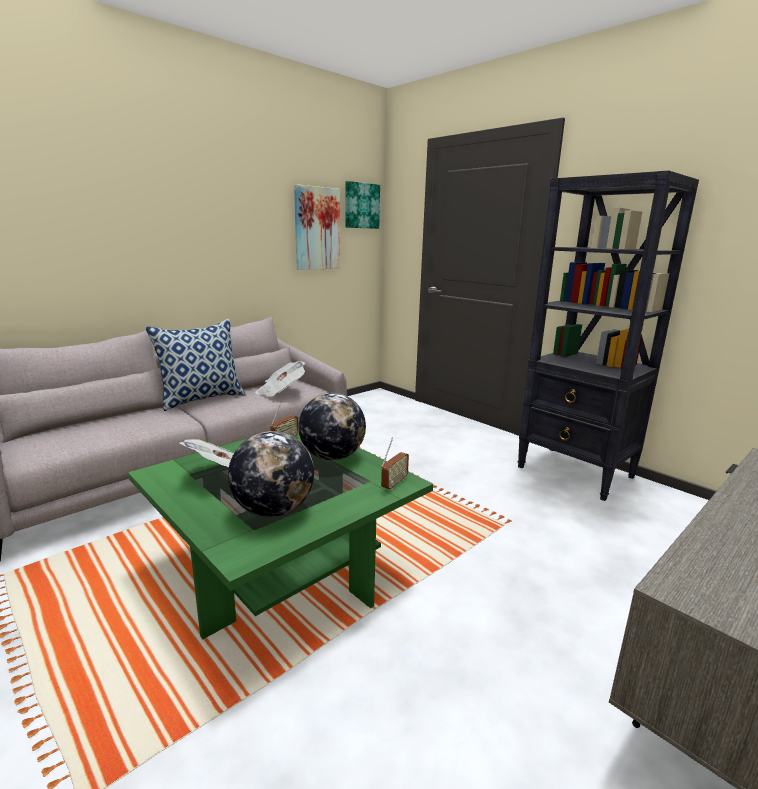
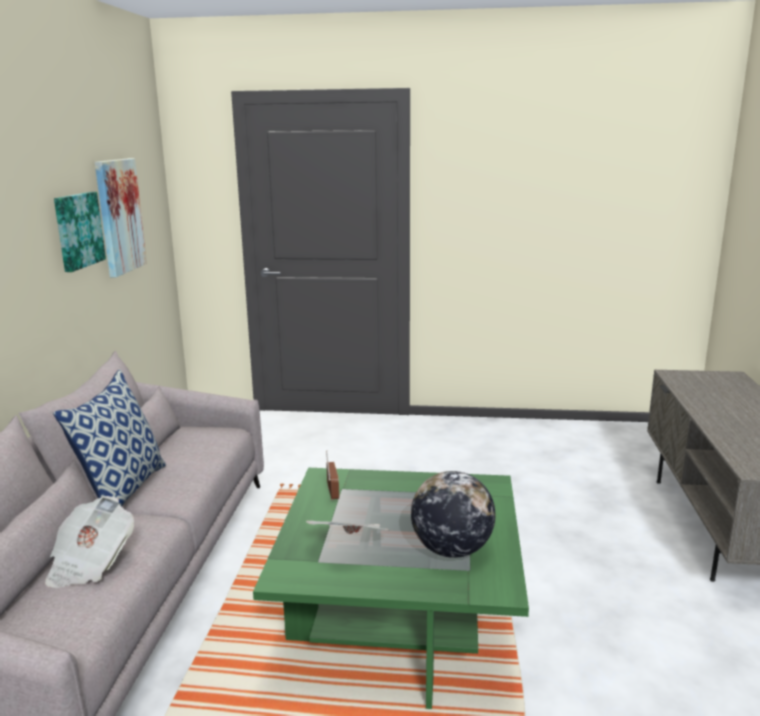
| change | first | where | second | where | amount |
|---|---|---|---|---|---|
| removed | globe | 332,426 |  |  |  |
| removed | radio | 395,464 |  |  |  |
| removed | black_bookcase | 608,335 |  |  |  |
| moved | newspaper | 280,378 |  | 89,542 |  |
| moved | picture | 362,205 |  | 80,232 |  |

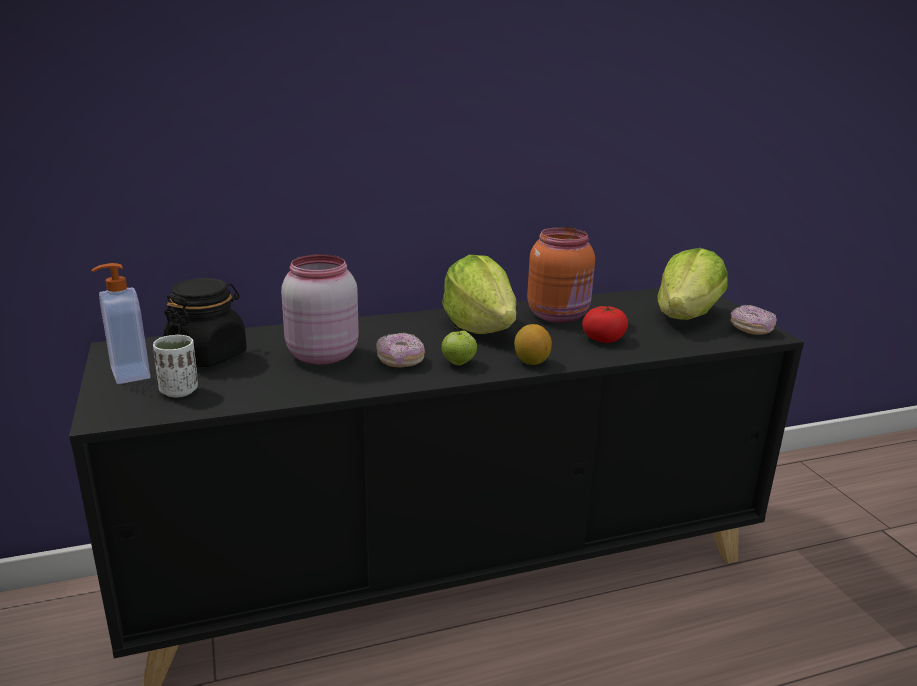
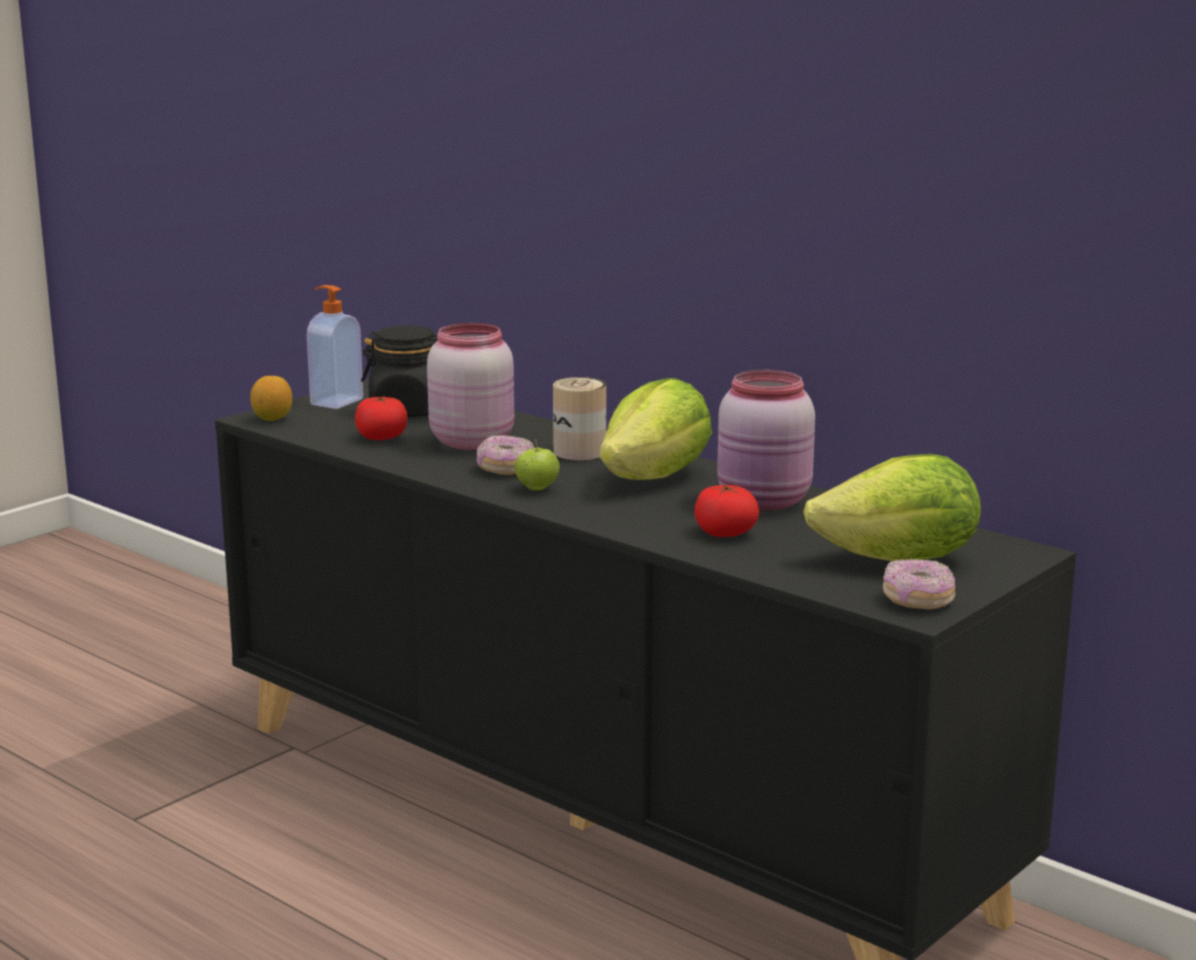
| change | first | where | second | where | amount |
|---|---|---|---|---|---|
| removed | white_cup | 175,366 |  |  |  |
| added |  |  | tomato | 381,418 |  |
| added |  |  | can | 579,418 |  |
| moved | lemon | 533,344 |  | 271,398 |  |
| recoloured | orange_jar | 561,275 | pink_jar | 766,440 |  |

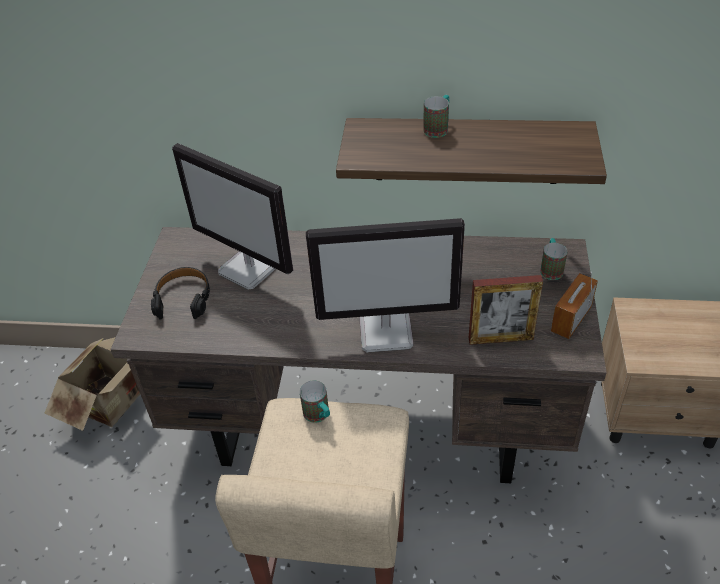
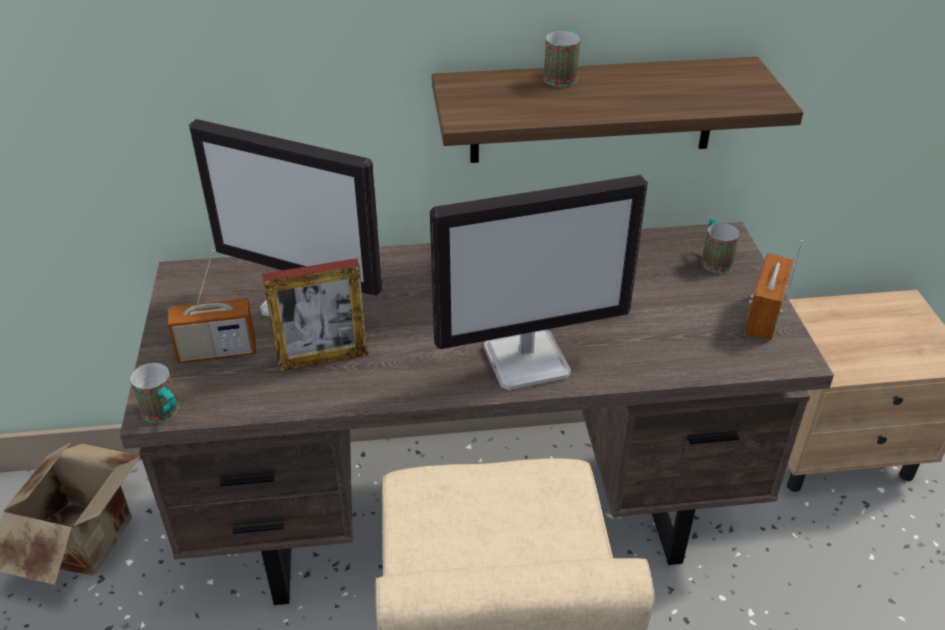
| change | first | where | second | where | amount |
|---|---|---|---|---|---|
| moved | mug | 315,401 |  | 155,393 |  |
| moved | picture_frame | 506,310 |  | 315,314 |  |
| replaced | black_headphones | 180,293 | radio | 211,307 |  |

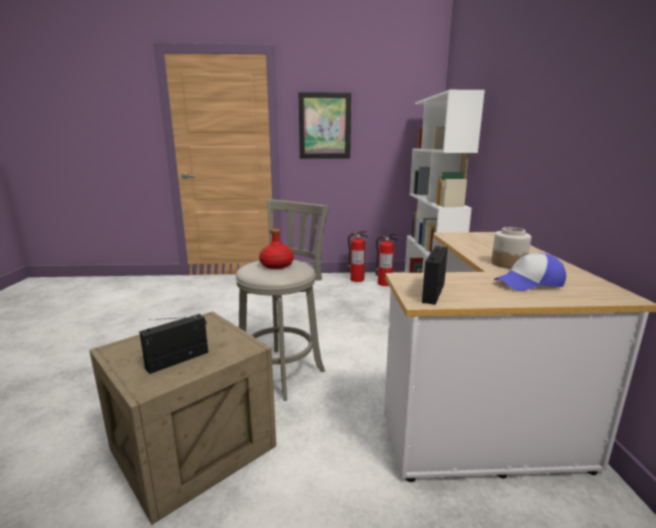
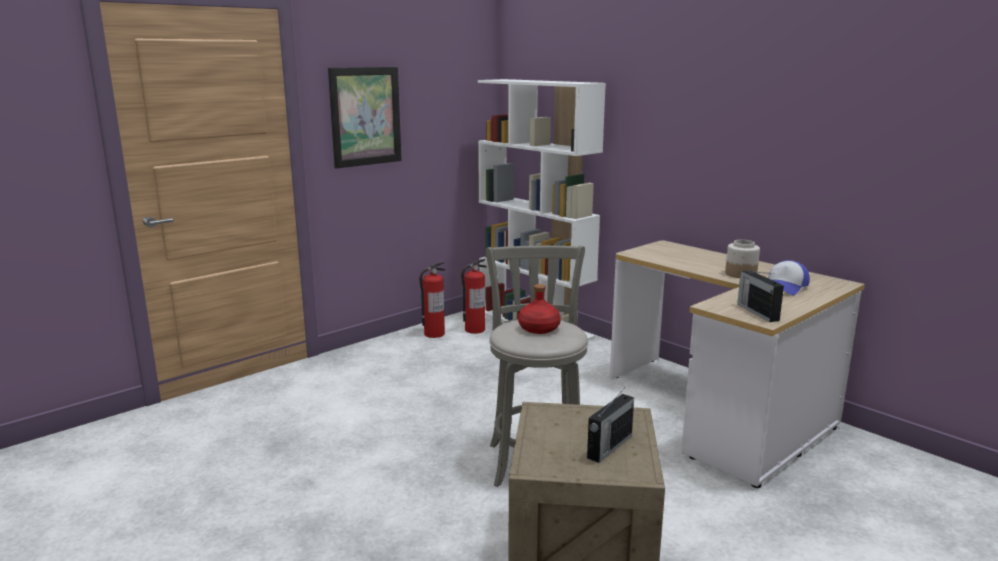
| change | first | where | second | where | amount |
|---|---|---|---|---|---|
| turned | radio | 173,344 |  | 610,426 | 150 degrees counterclockwise |

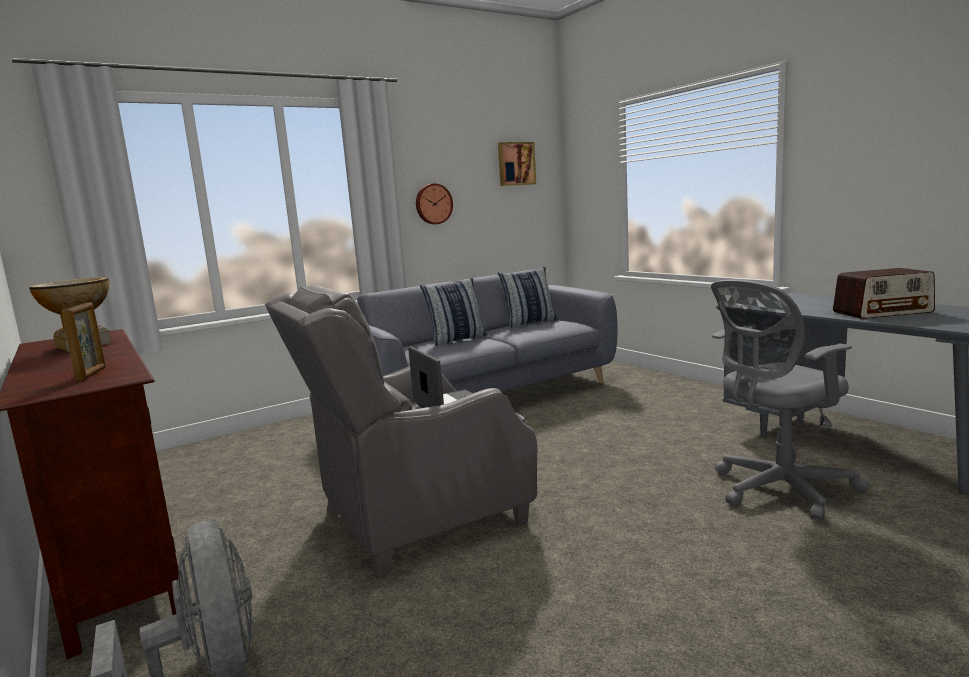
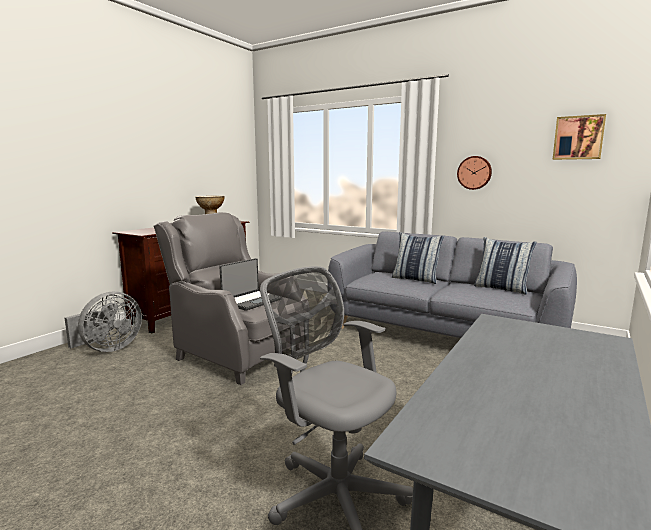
| change | first | where | second | where | amount |
|---|---|---|---|---|---|
| removed | picture_frame | 83,341 |  |  |  |
| removed | radio | 884,293 |  |  |  |

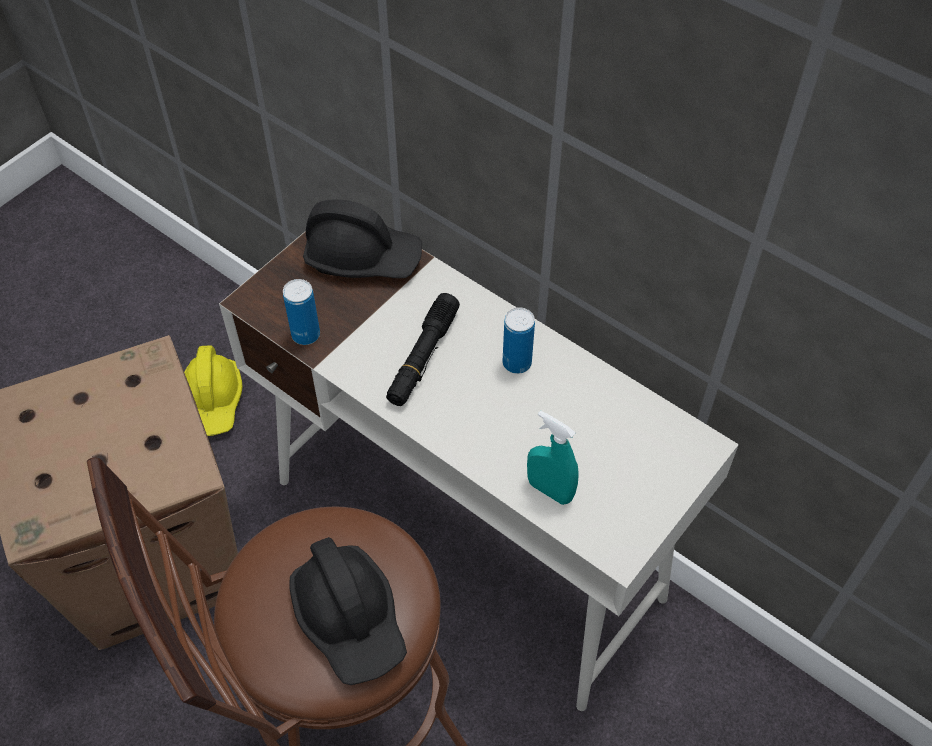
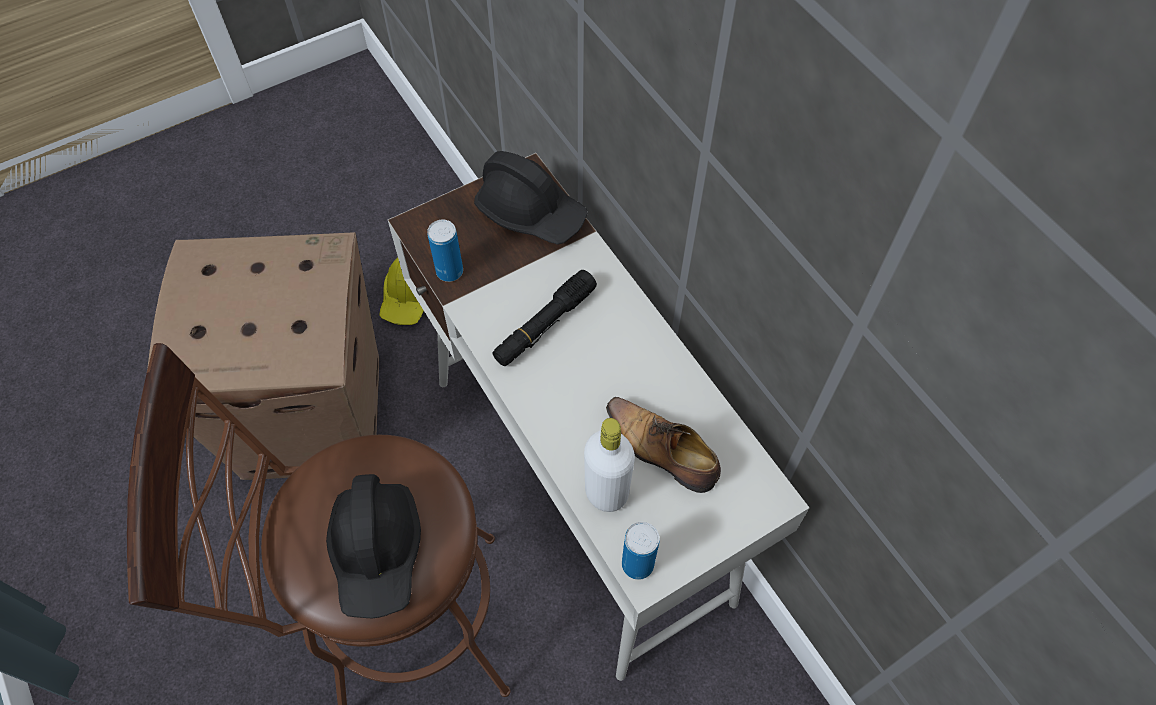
| change | first | where | second | where | amount |
|---|---|---|---|---|---|
| added |  |  | shoe | 663,445 |  |
| moved | can | 518,340 |  | 641,551 |  |
| replaced | turquoise_spray_bottle | 553,458 | white_bottle | 609,465 |  |

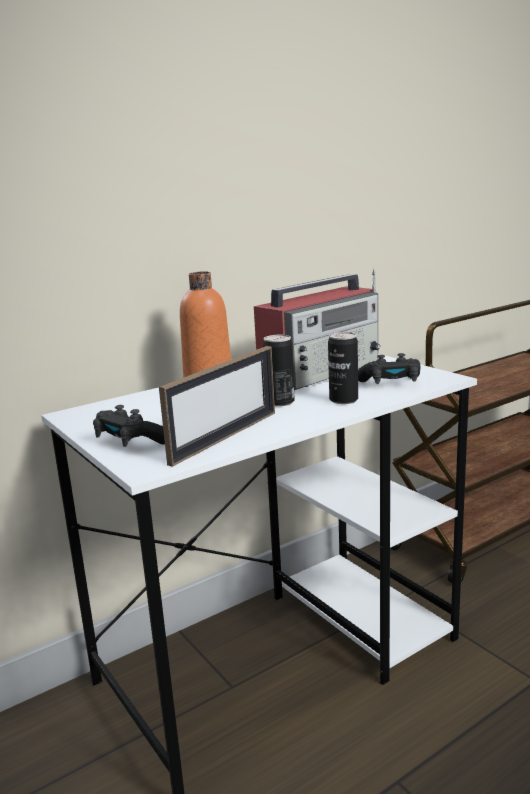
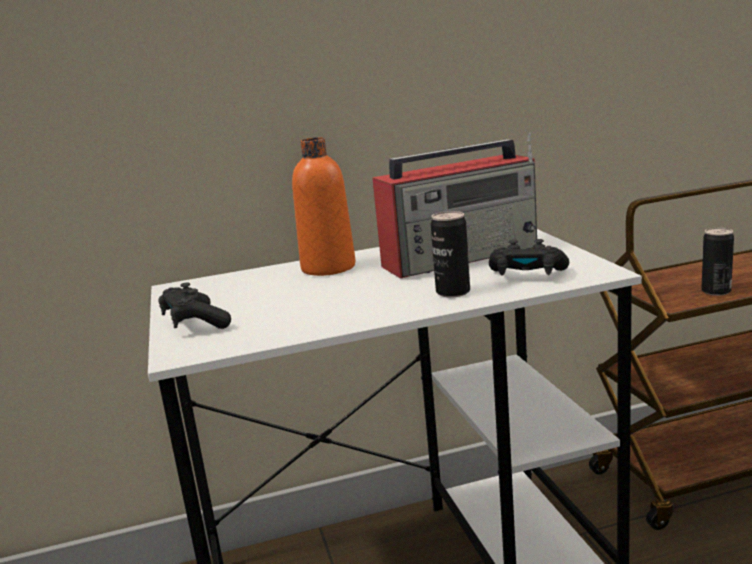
| change | first | where | second | where | amount |
|---|---|---|---|---|---|
| removed | picture_frame | 217,406 |  |  |  |
| moved | can | 279,370 |  | 717,262 |  |

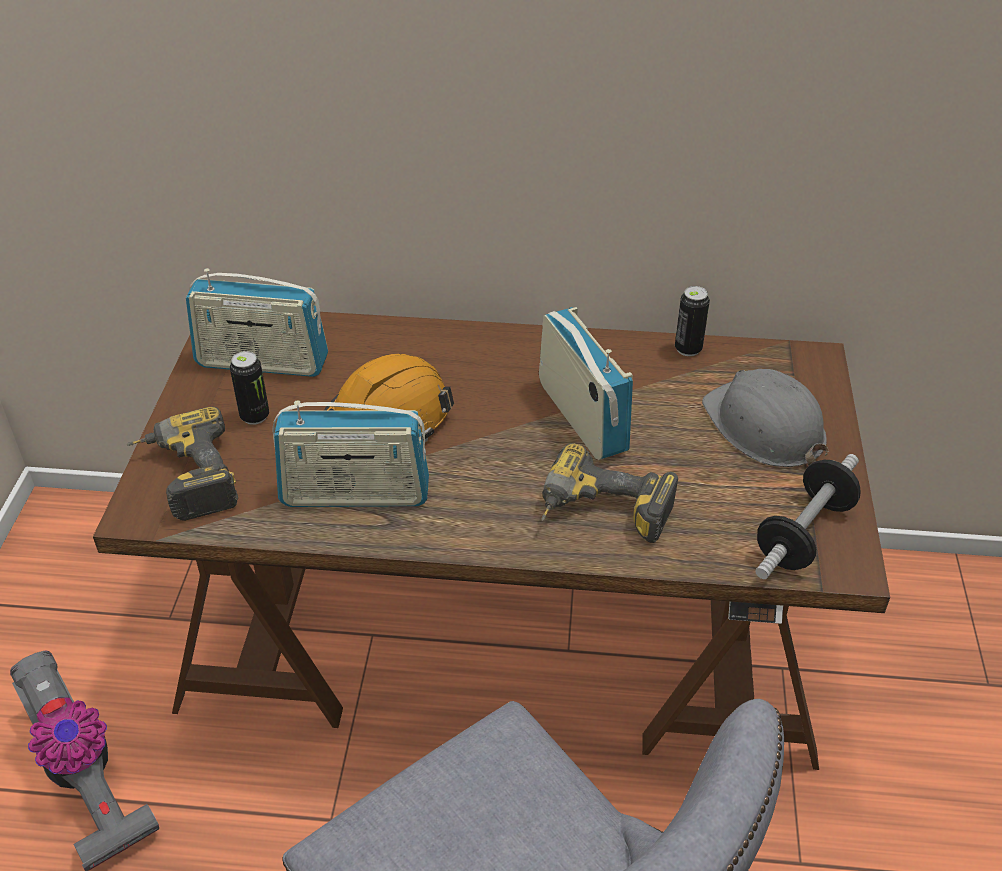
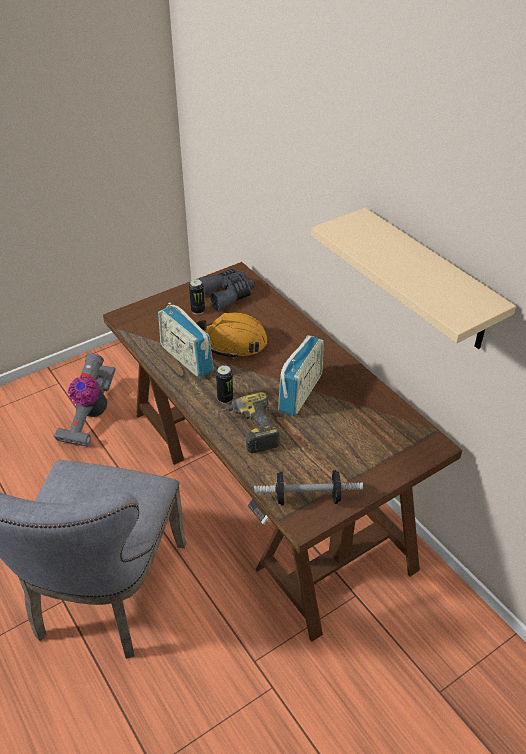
| change | first | where | second | where | amount |
|---|---|---|---|---|---|
| removed | power_drill | 182,464 |  |  |  |
| removed | grey_hard_hat | 765,418 |  |  |  |
| added |  |  | beige_shelf | 413,278 |  |
| moved | can | 692,321 |  | 224,384 |  |
| replaced | radio | 257,322 | grey_binoculars | 226,290 |  |

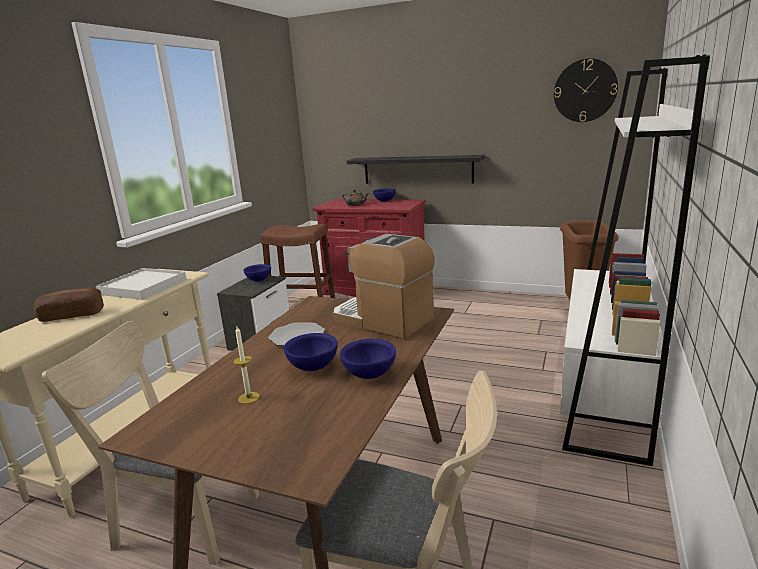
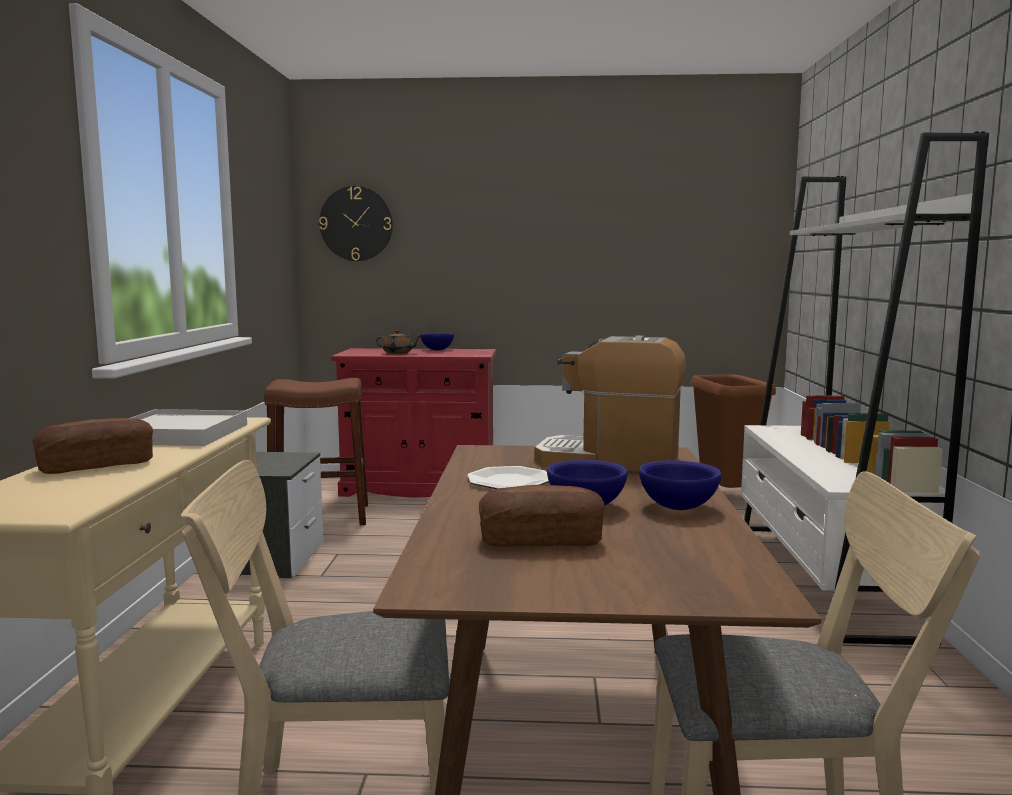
| change | first | where | second | where | amount |
|---|---|---|---|---|---|
| removed | blue_bowl | 257,273 |  |  |  |
| removed | black_shelf | 416,169 |  |  |  |
| moved | wall_clock | 586,90 |  | 356,223 |  |
| replaced | candle | 246,365 | bread | 542,516 |  |

